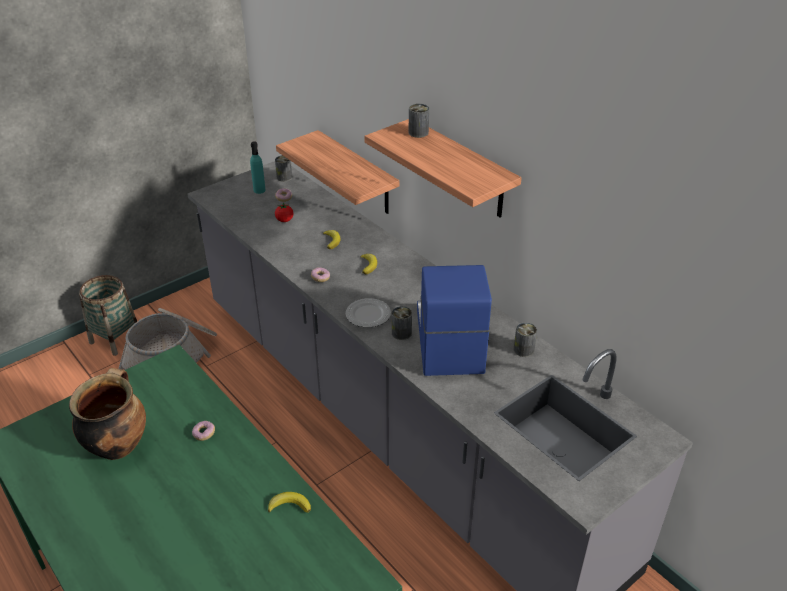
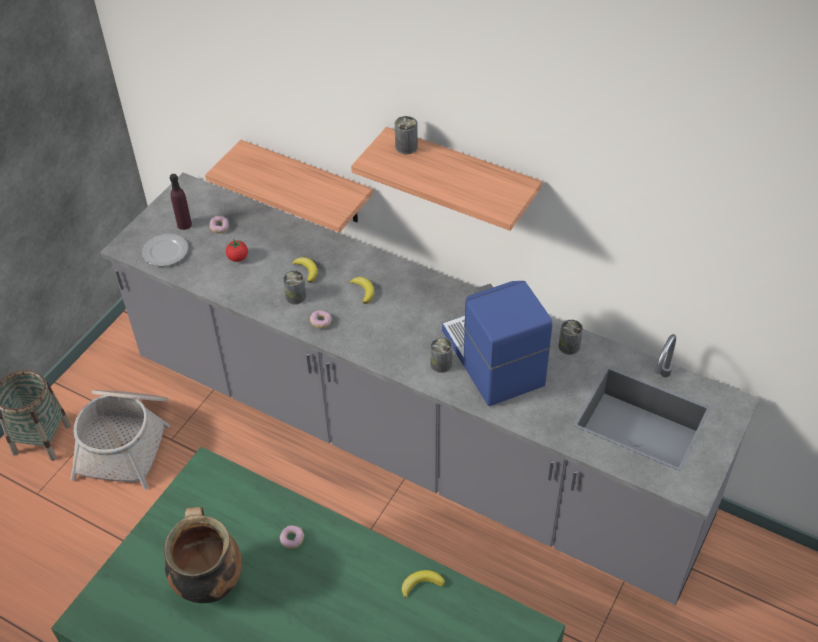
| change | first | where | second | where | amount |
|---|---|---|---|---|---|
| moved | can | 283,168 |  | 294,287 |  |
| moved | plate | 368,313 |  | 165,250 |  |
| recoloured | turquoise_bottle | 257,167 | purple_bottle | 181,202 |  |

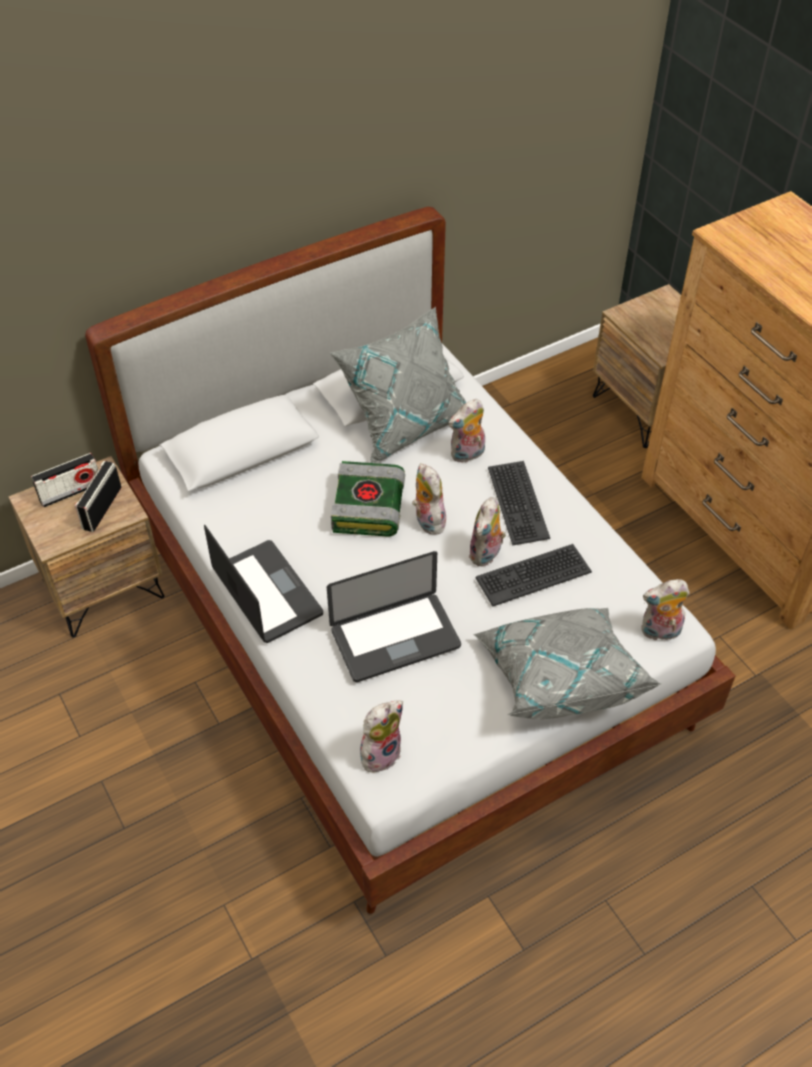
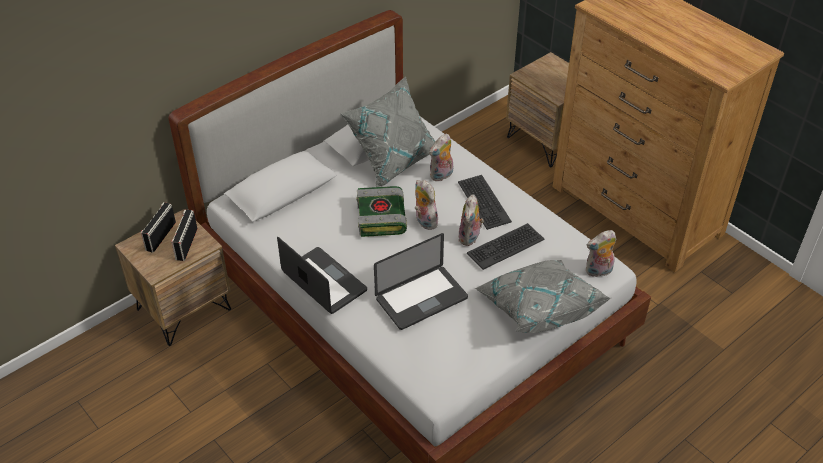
| change | first | where | second | where | amount |
|---|---|---|---|---|---|
| removed | plush_toy | 381,737 |  |  |  |
| turned | radio | 64,480 |  | 158,227 | 150 degrees clockwise |

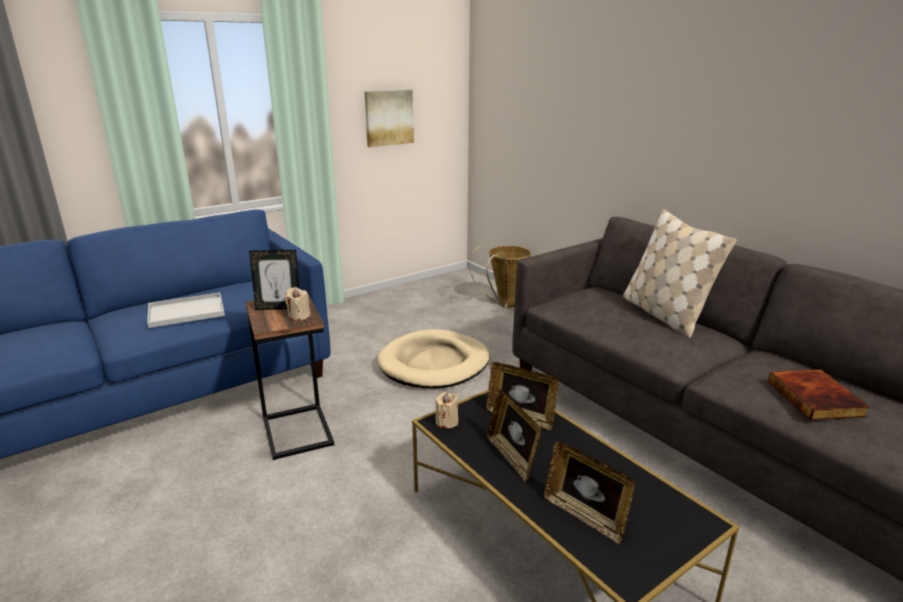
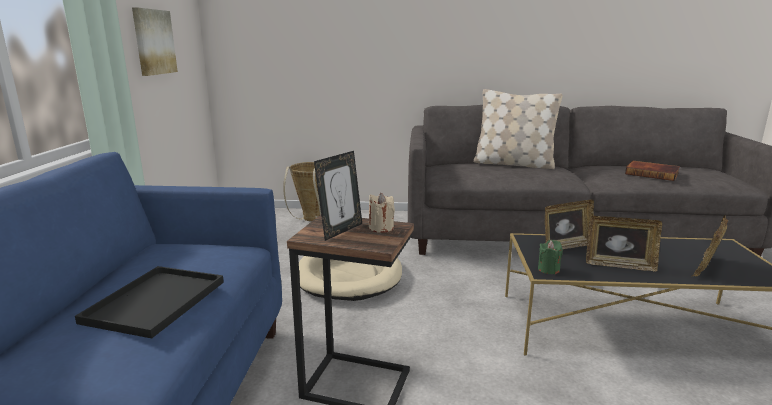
| change | first | where | second | where | amount |
|---|---|---|---|---|---|
| recoloured | white_tray | 186,310 | black_tray | 149,302 |  |
| recoloured | beige_candle | 447,410 | green_candle | 550,257 |  |
| turned | picture_frame | 589,493 |  | 709,246 | 135 degrees clockwise |

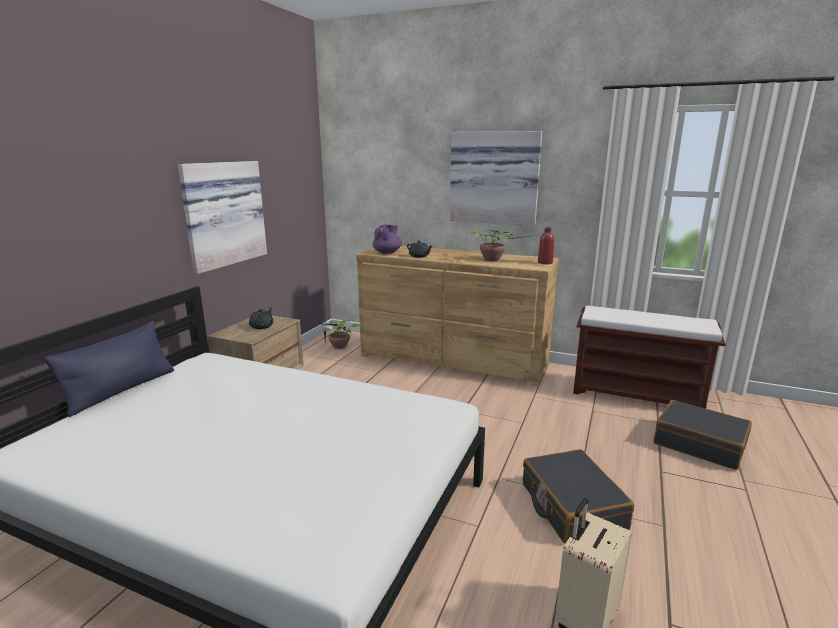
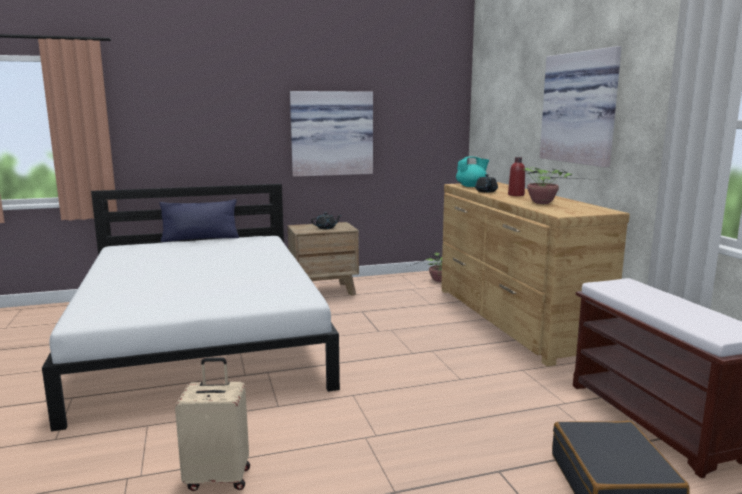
| change | first | where | second | where | amount |
|---|---|---|---|---|---|
| removed | black_suitcase | 578,496 |  |  |  |
| moved | red_bottle | 546,246 |  | 516,176 |  |
| recoloured | purple_teapot | 387,239 | turquoise_teapot | 472,171 |  |

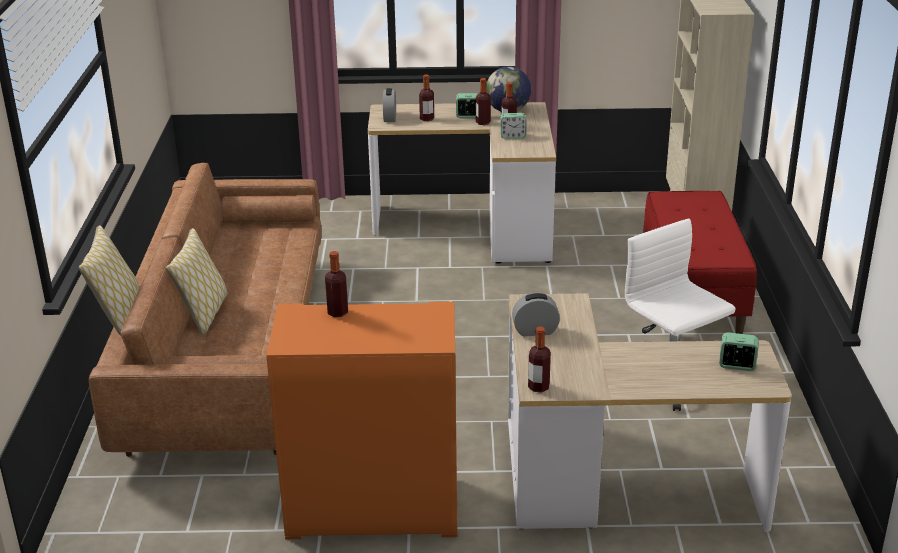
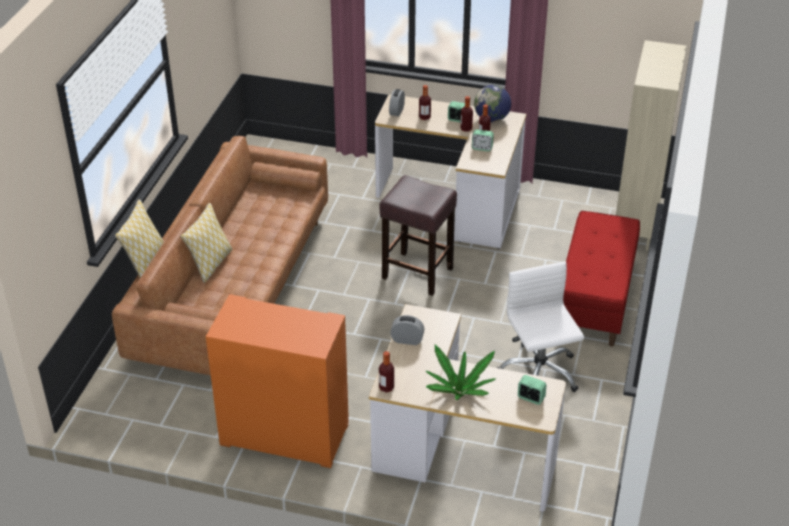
| change | first | where | second | where | amount |
|---|---|---|---|---|---|
| removed | bottle | 336,284 |  |  |  |
| added |  |  | brown_stool | 418,235 |  |
| added |  |  | potted_plant | 461,372 |  |

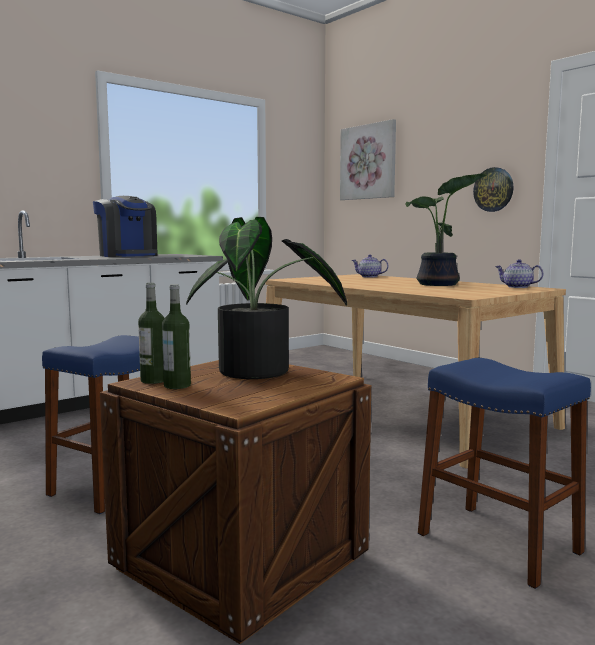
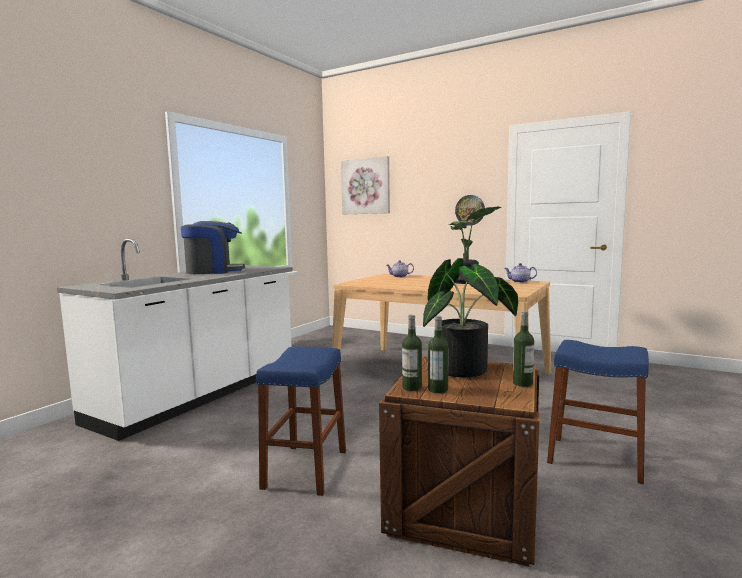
| change | first | where | second | where | amount |
|---|---|---|---|---|---|
| added |  |  | bottle | 523,349 |  |
| turned | coffee_machine | 125,226 |  | 213,247 | 45 degrees counterclockwise |

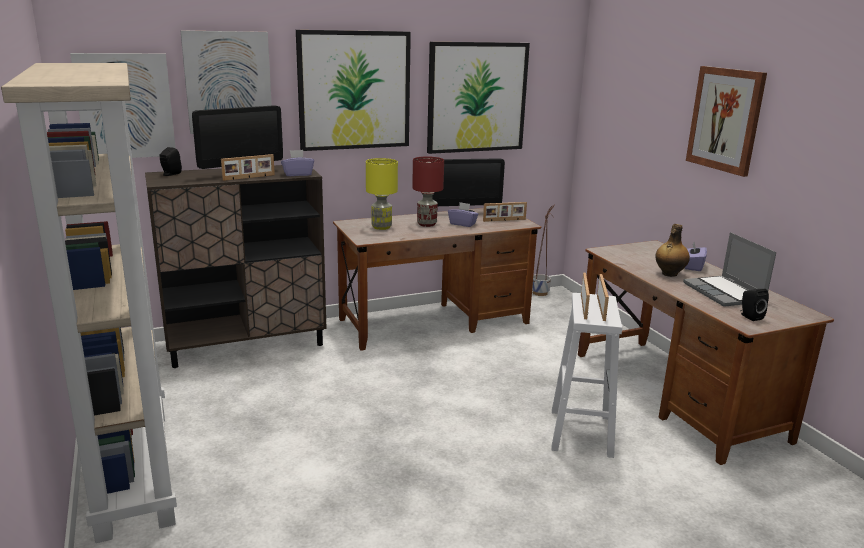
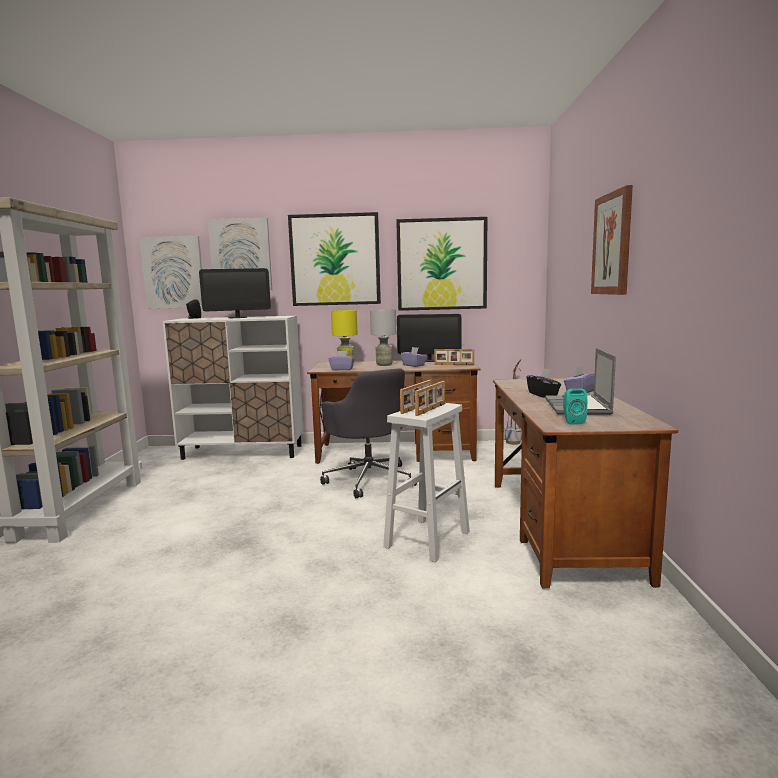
| change | first | where | second | where | amount |
|---|---|---|---|---|---|
| removed | picture_frame | 248,167 |  |  |  |
| added |  |  | grey_office_chair | 368,433 |  |
| moved | purple_tissue_box | 297,163 |  | 342,360 |  |
| replaced | bottle | 672,250 | black_tissue_box | 543,383 |  |
| recoloured | brown_cabinet | 236,266 | white_cabinet | 233,388 |  |
| recoloured | red_table_lamp | 428,191 | grey_table_lamp | 383,337 |  |
| recoloured | black_speaker | 754,305 | turquoise_speaker | 575,406 |  |

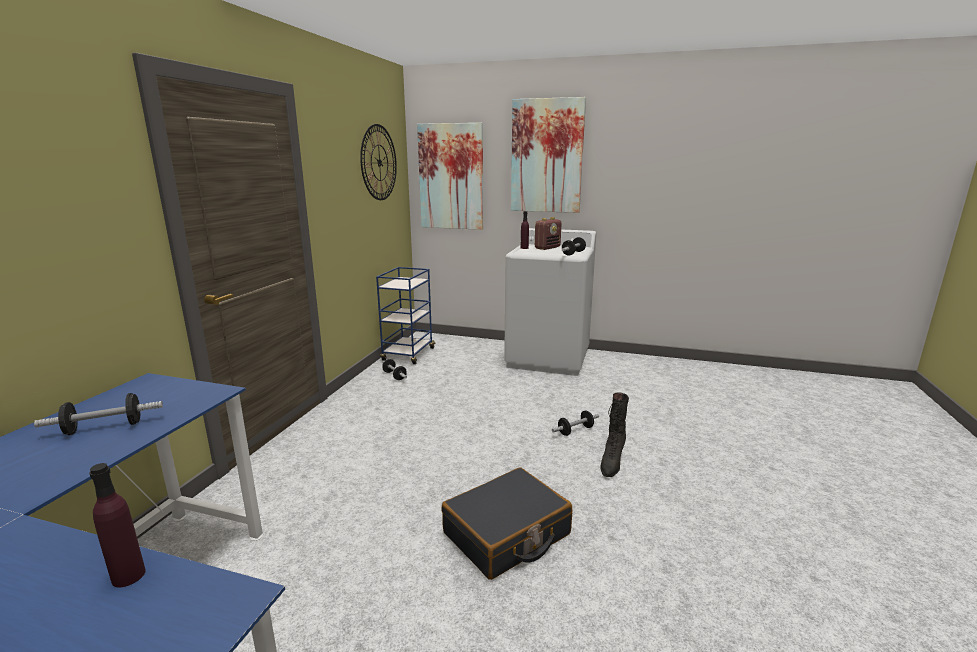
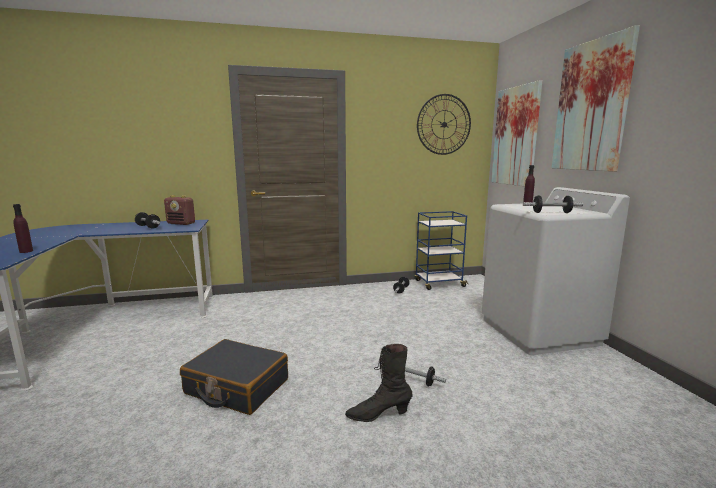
| change | first | where | second | where | amount |
|---|---|---|---|---|---|
| moved | radio | 548,233 |  | 179,210 |  |

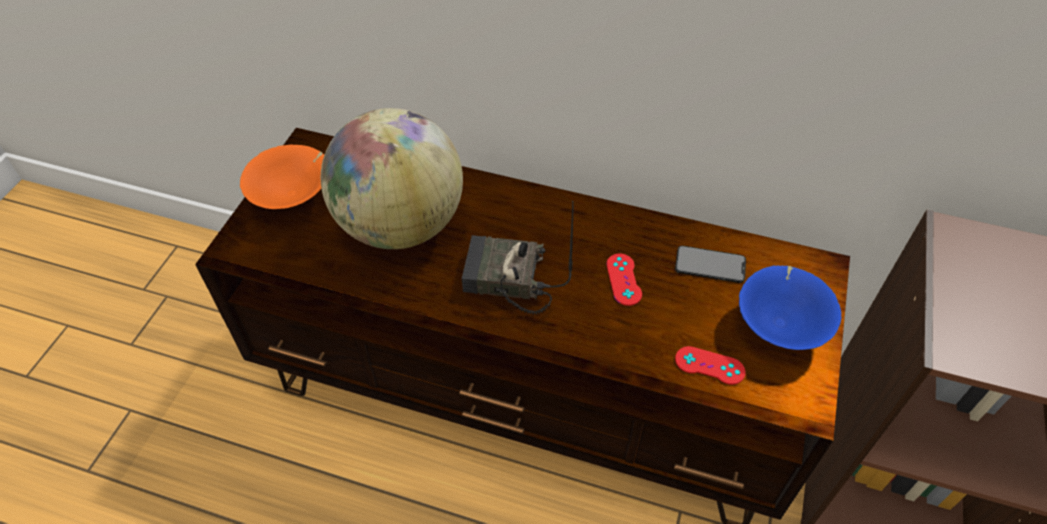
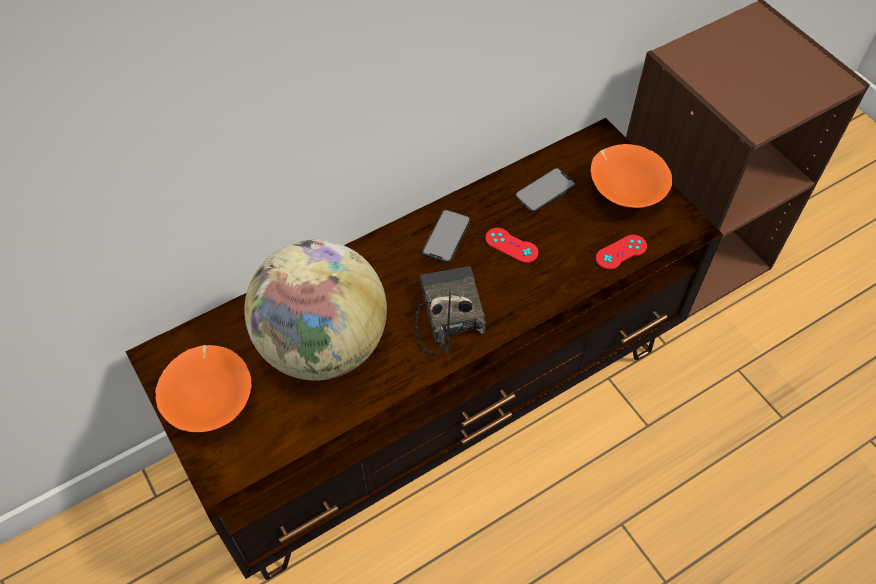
| change | first | where | second | where | amount |
|---|---|---|---|---|---|
| added |  |  | phone | 446,236 |  |
| recoloured | blue_bowl | 790,308 | orange_bowl | 631,176 |  |
| turned | radio | 518,258 |  | 450,310 | 120 degrees clockwise |

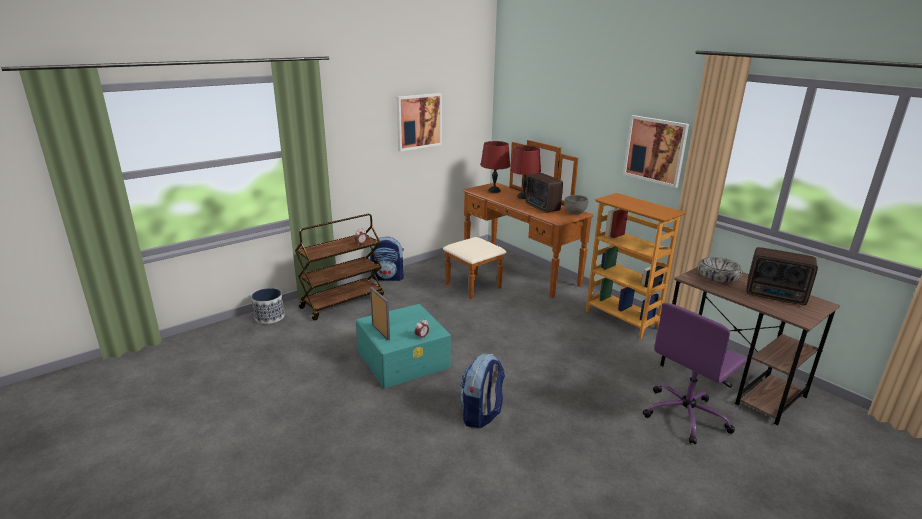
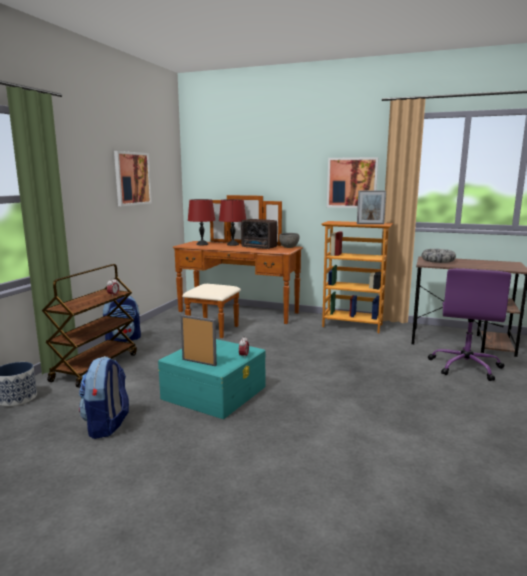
| change | first | where | second | where | amount |
|---|---|---|---|---|---|
| removed | radio | 782,276 |  |  |  |
| added |  |  | picture_frame | 371,207 |  |
| moved | backpack | 482,390 |  | 104,397 |  |

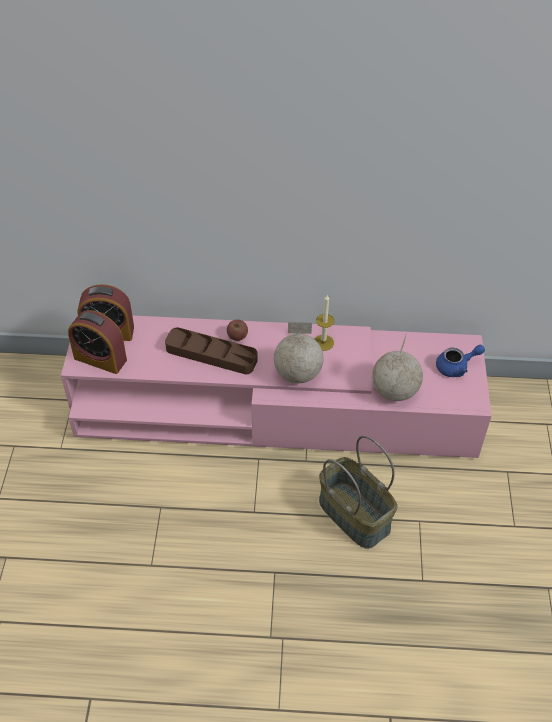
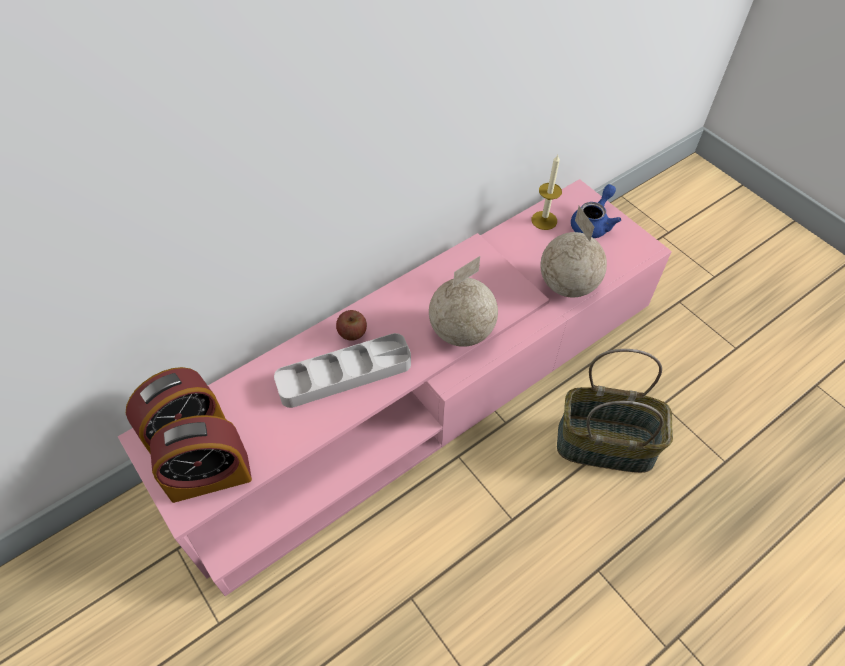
| change | first | where | second | where | amount |
|---|---|---|---|---|---|
| moved | candle | 324,323 |  | 546,192 |  |
| recoloured | brown_tray | 211,350 | grey_tray | 342,370 |  |

